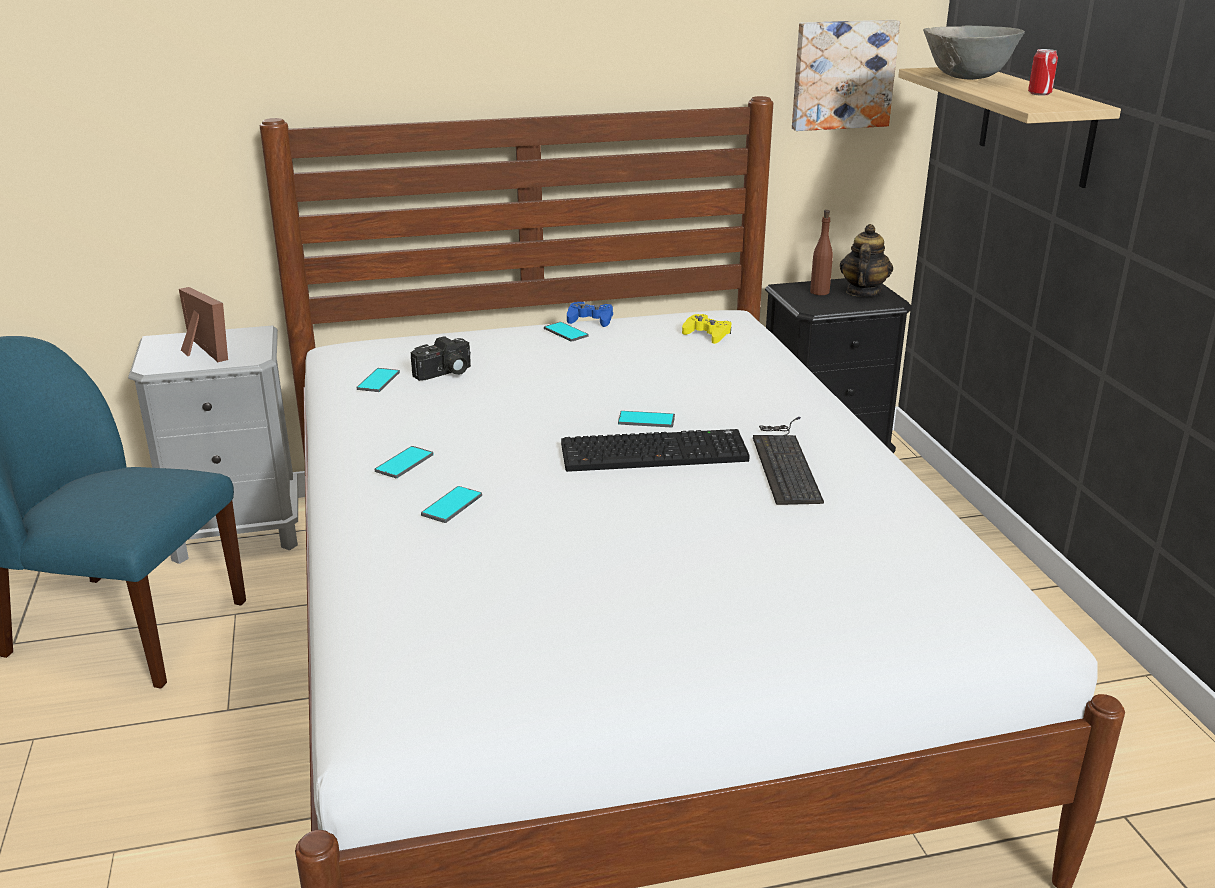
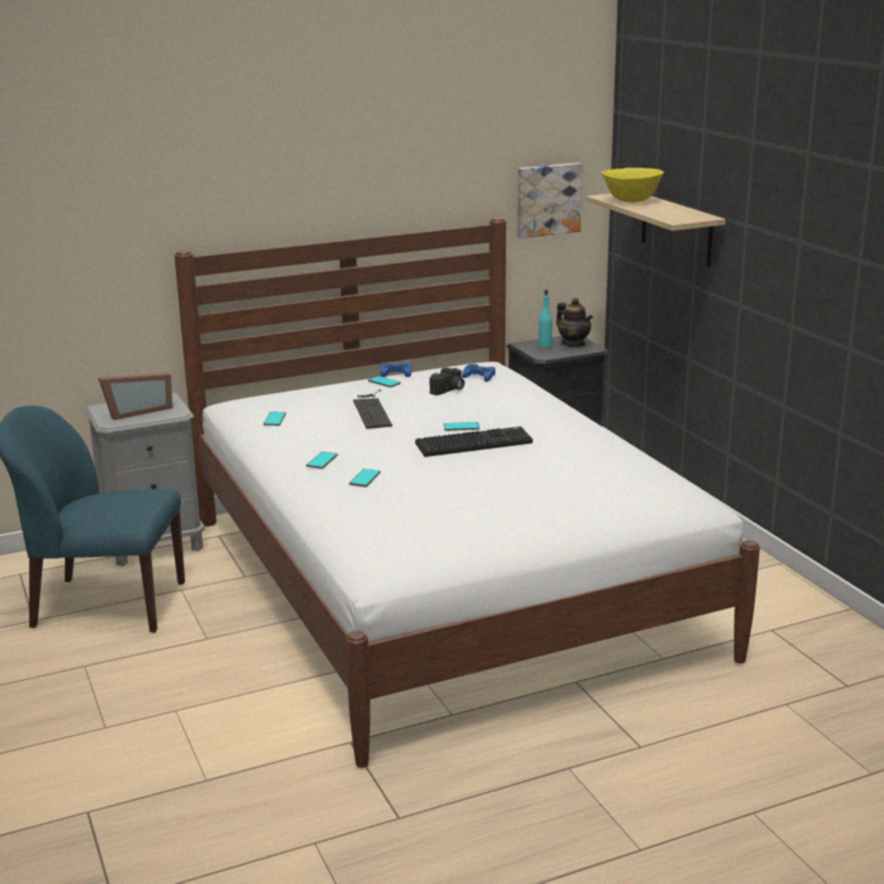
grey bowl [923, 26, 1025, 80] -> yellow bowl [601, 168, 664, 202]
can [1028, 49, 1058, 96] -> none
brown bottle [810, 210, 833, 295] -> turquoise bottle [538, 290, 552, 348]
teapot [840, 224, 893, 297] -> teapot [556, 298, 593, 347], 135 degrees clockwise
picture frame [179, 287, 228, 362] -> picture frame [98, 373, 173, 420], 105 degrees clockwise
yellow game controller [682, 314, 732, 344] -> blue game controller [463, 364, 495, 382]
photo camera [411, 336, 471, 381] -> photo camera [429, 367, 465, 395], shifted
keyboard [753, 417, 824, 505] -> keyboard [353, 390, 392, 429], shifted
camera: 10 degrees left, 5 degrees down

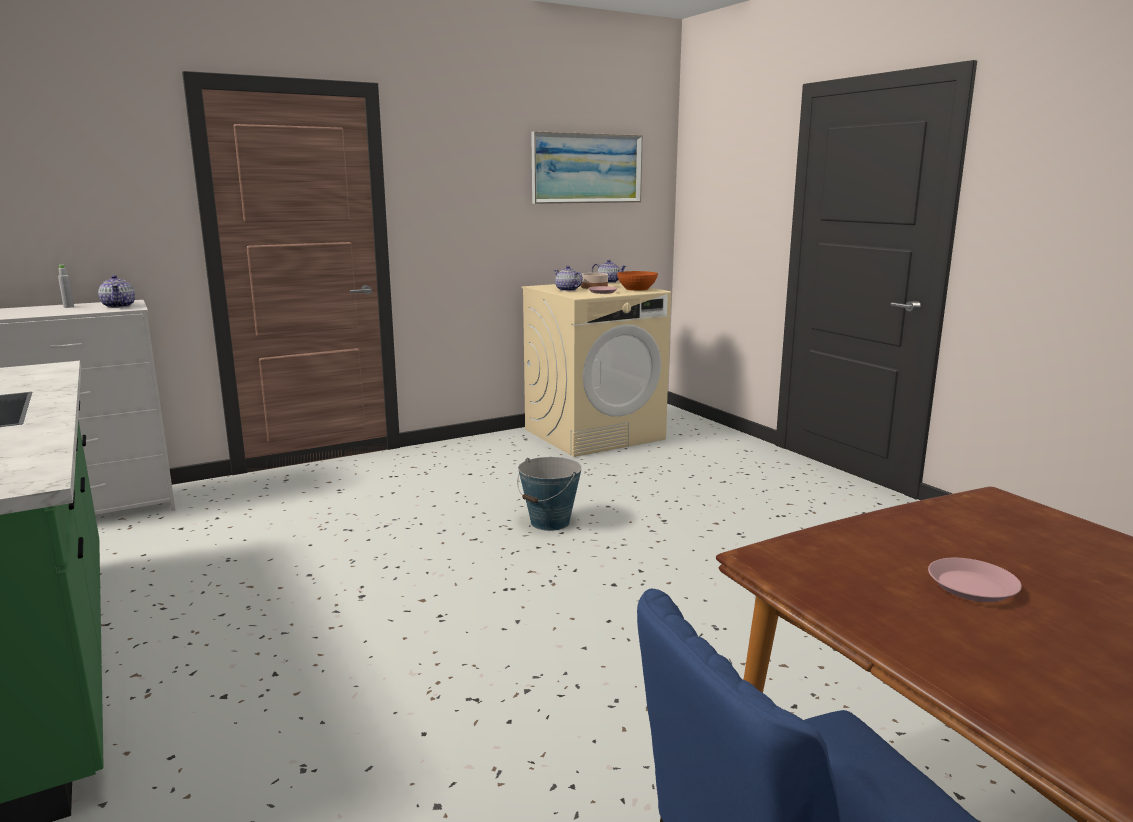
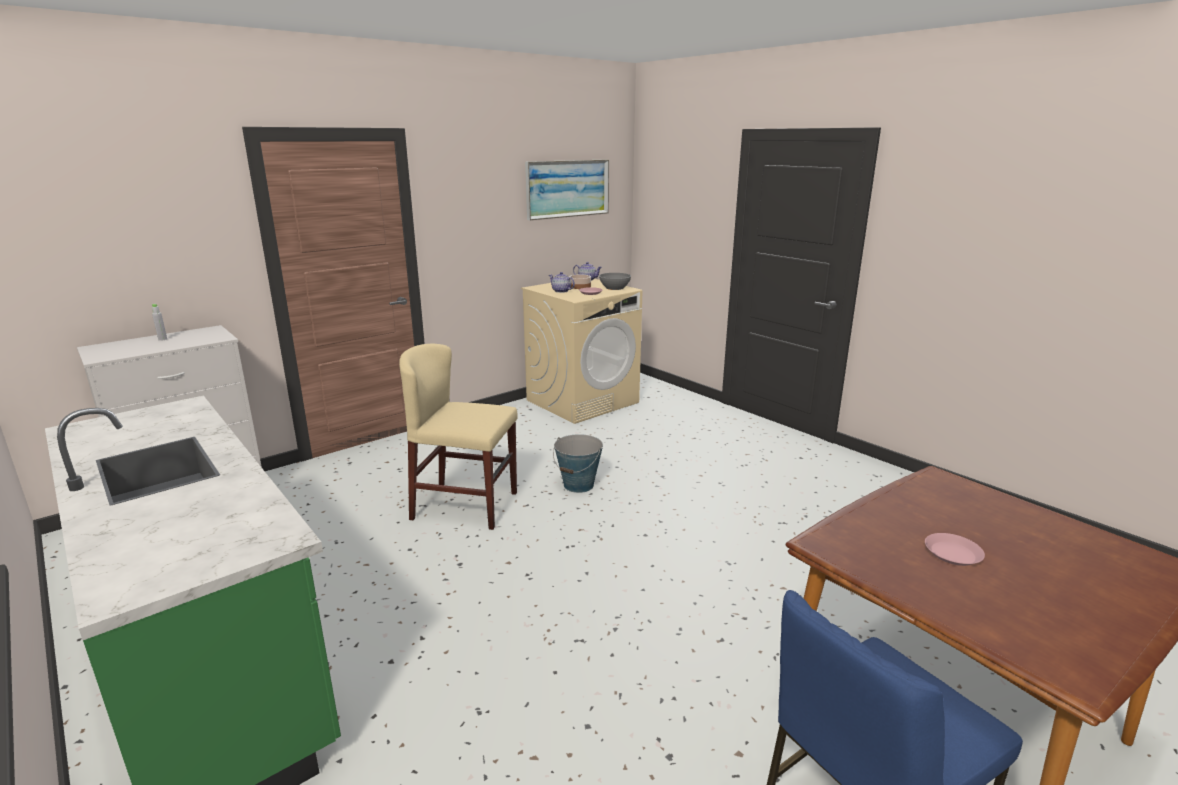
orange bowl [617, 271, 658, 291] -> grey bowl [599, 273, 631, 290]
teapot [98, 275, 135, 308] -> none
none -> beige chair [399, 343, 518, 530]
camera: 10 degrees left, 5 degrees up

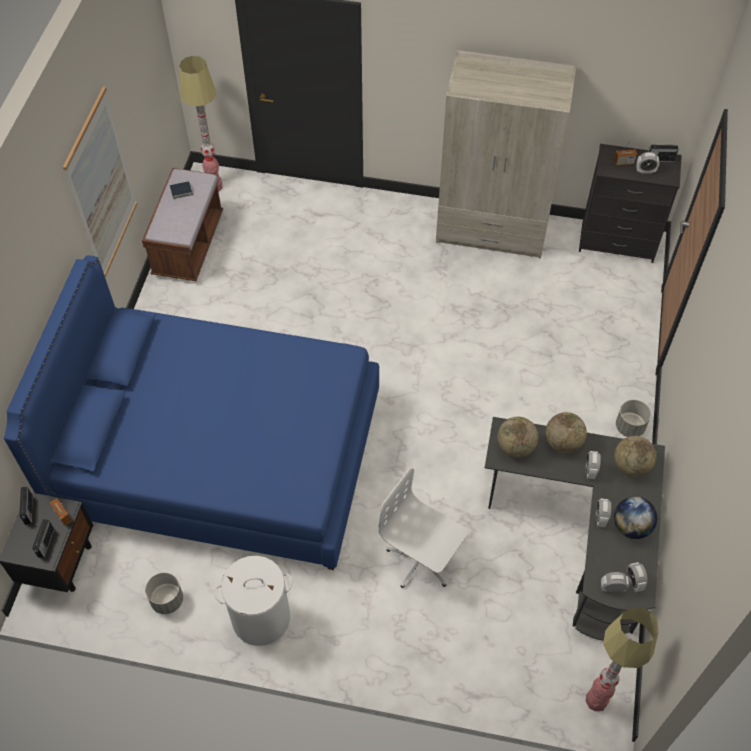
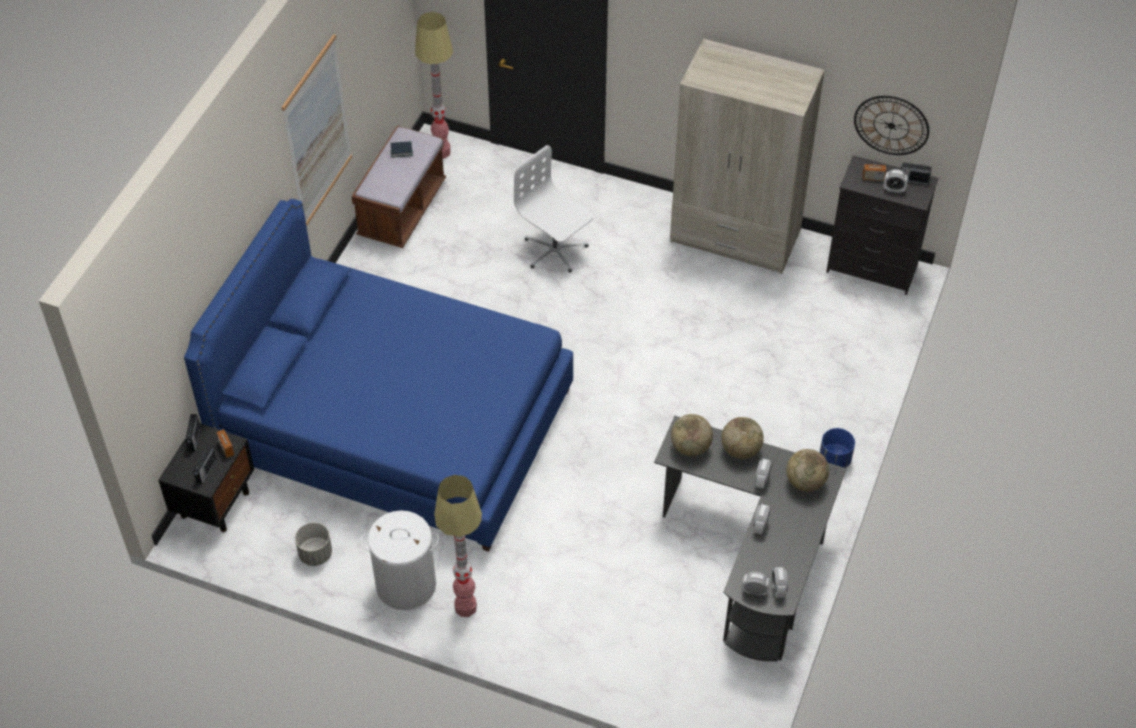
grey planter [616, 400, 651, 437] -> blue planter [820, 428, 855, 468]
white office chair [378, 468, 467, 588] -> white office chair [514, 145, 593, 273], shifted
globe [614, 496, 657, 539] -> none
floor lamp [586, 607, 658, 711] -> floor lamp [434, 475, 482, 617], shifted
none -> wall clock [854, 96, 929, 155]
camera: 10 degrees right, 5 degrees down

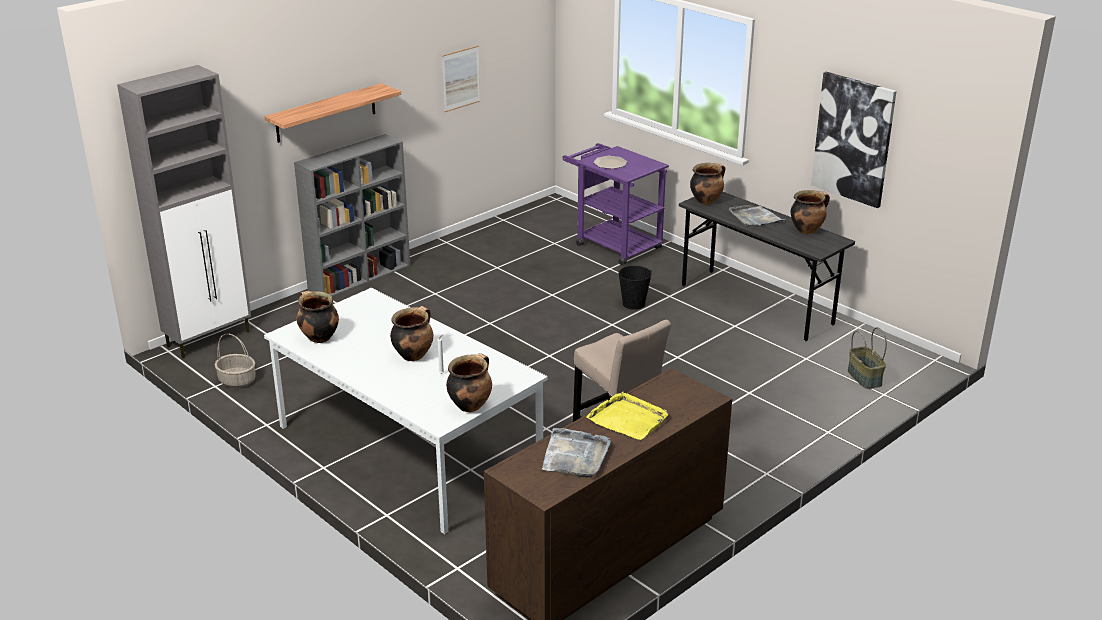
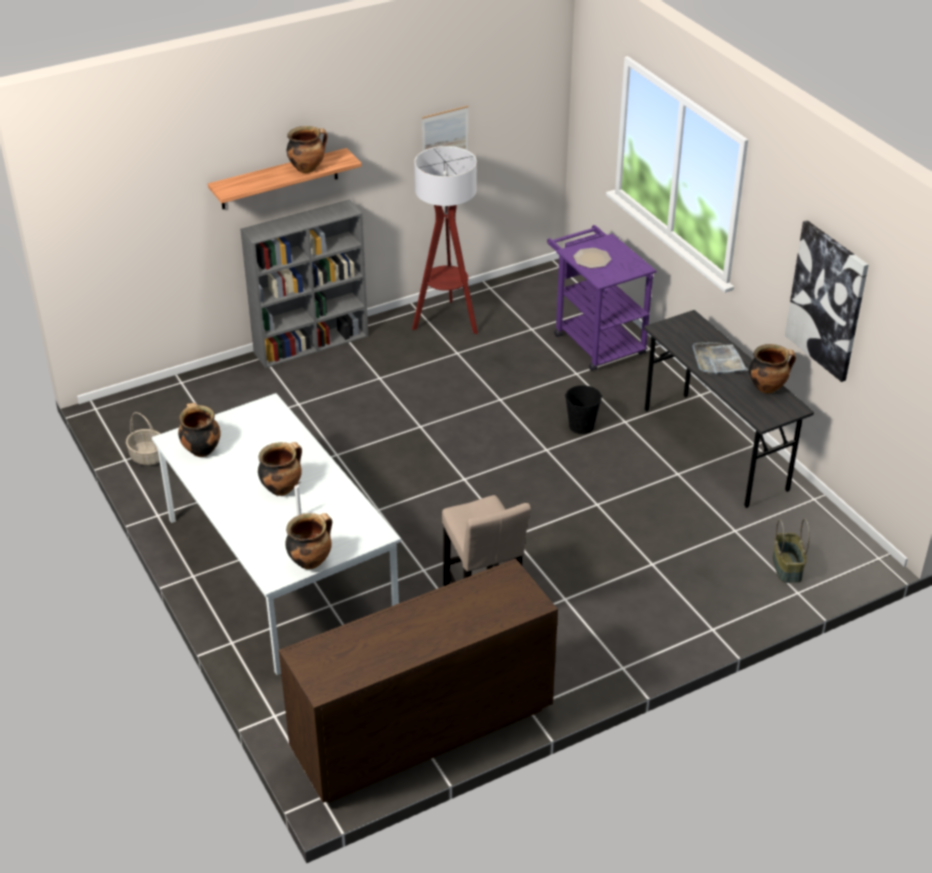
grey cabinet [117, 65, 251, 358] -> none
cooking pot [690, 163, 725, 205] -> cooking pot [287, 126, 327, 173], shifted
yellow tray [586, 392, 669, 440] -> none
grey tray [542, 428, 611, 477] -> none
none -> floor lamp [412, 146, 478, 334]
camera: 15 degrees right, 10 degrees up

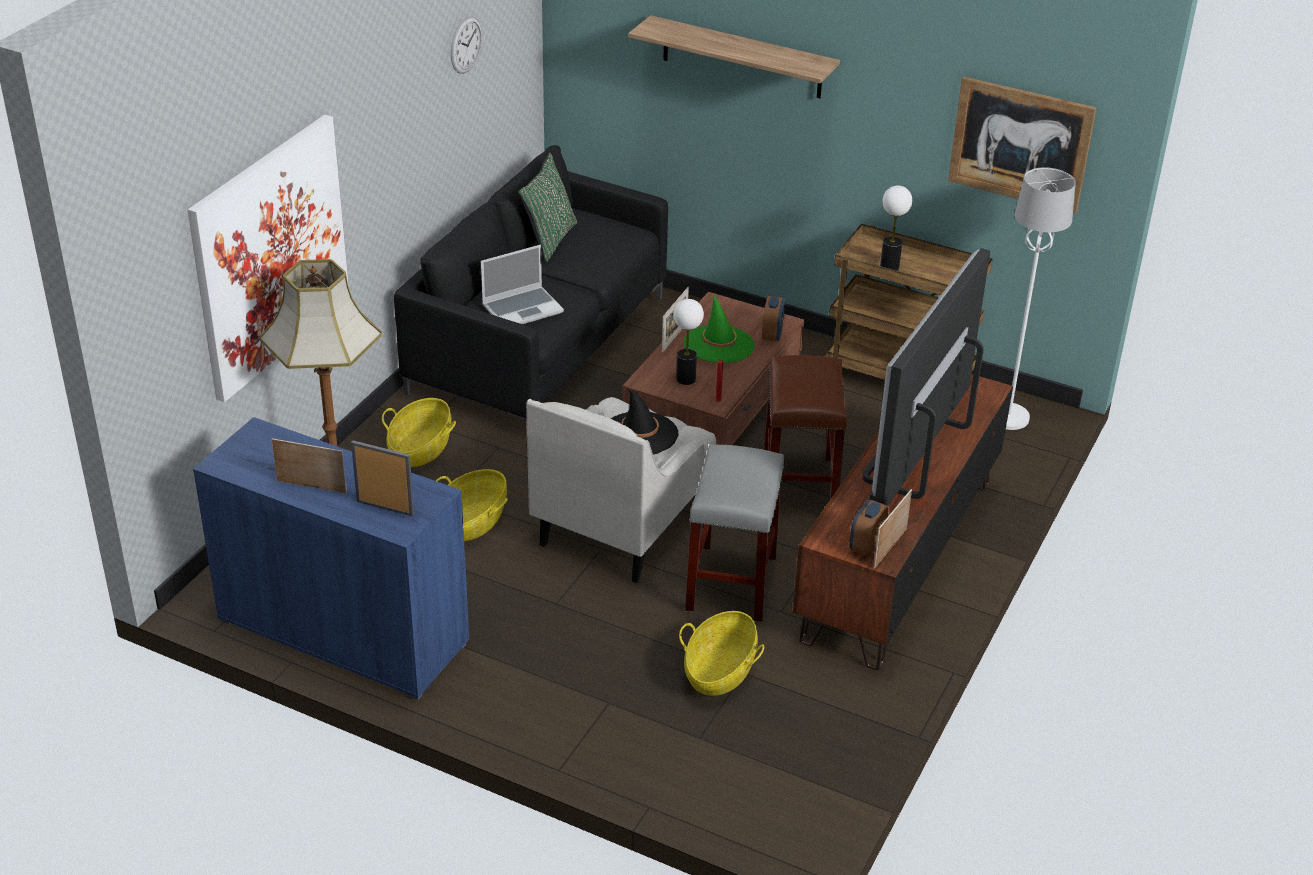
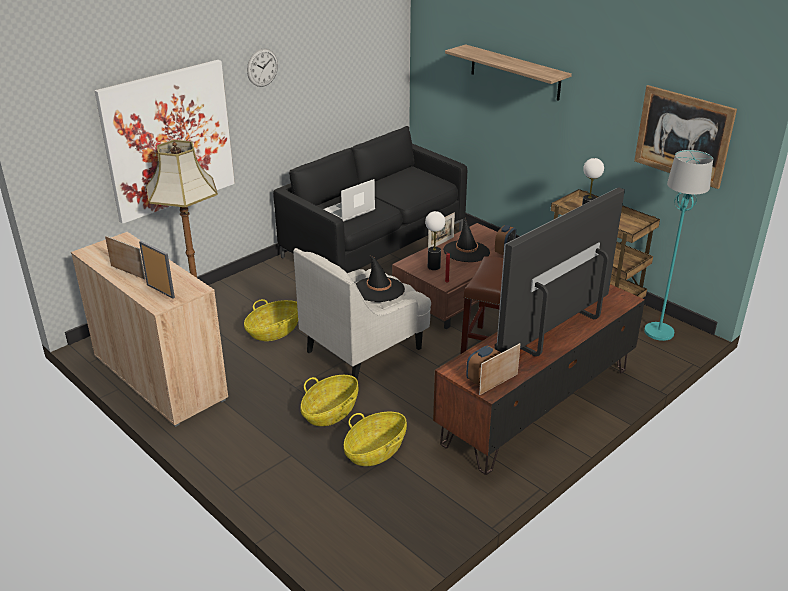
wall clock [451, 16, 482, 74] -> wall clock [247, 49, 278, 87], shifted
green pillow [519, 153, 577, 262] -> none
white floor lamp [1006, 167, 1076, 430] -> turquoise floor lamp [644, 150, 713, 341]
laptop [481, 245, 564, 324] -> laptop [324, 179, 375, 222], 150 degrees clockwise
green hat [684, 294, 755, 363] -> black hat [443, 217, 490, 262]
basket [382, 398, 456, 467] -> basket [300, 375, 358, 426], shifted
blue cabinet [193, 417, 469, 700] -> beige cabinet [71, 232, 228, 427]
grey stool [685, 444, 784, 623] -> none
camera: 20 degrees right, 5 degrees down

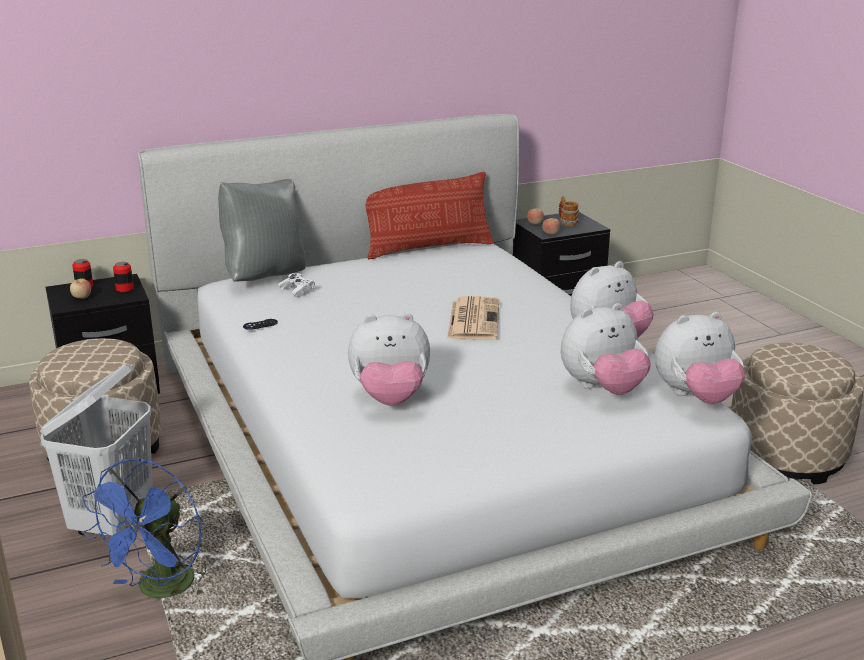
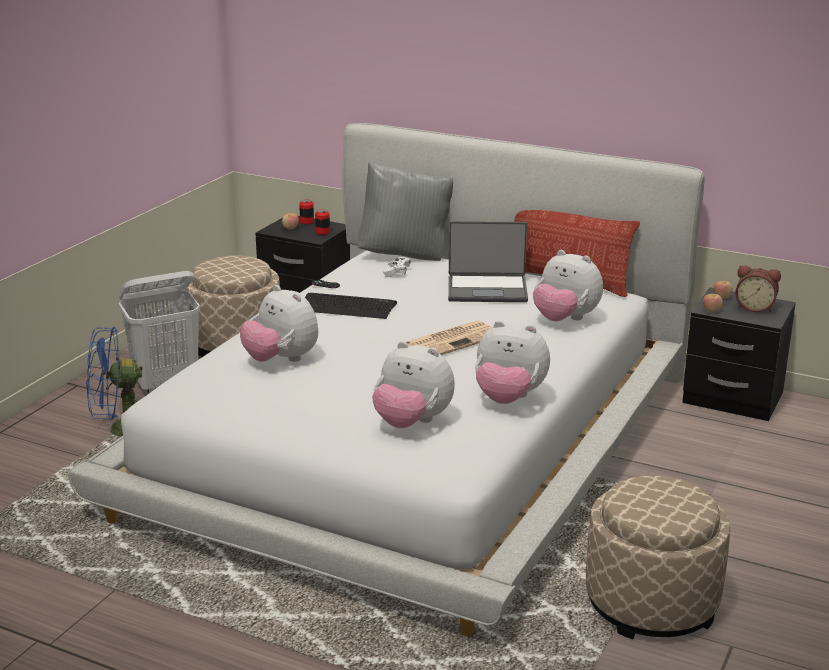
mug [559, 196, 579, 226] -> alarm clock [735, 265, 781, 312]
plush toy [655, 312, 745, 404] -> plush toy [533, 250, 603, 321], shifted
none -> laptop [448, 221, 528, 302]
none -> keyboard [305, 293, 397, 319]
camera: 50 degrees right, 0 degrees up

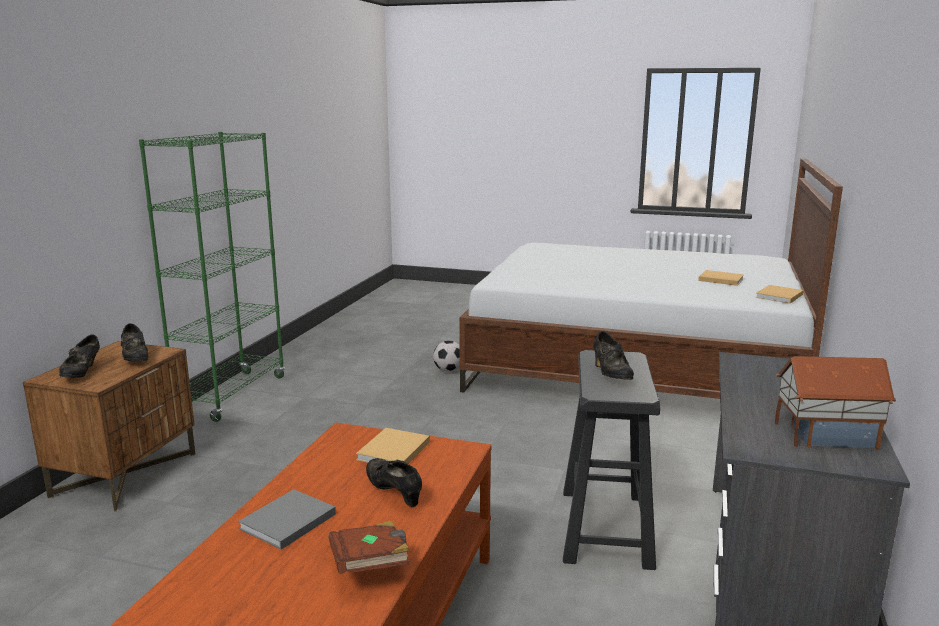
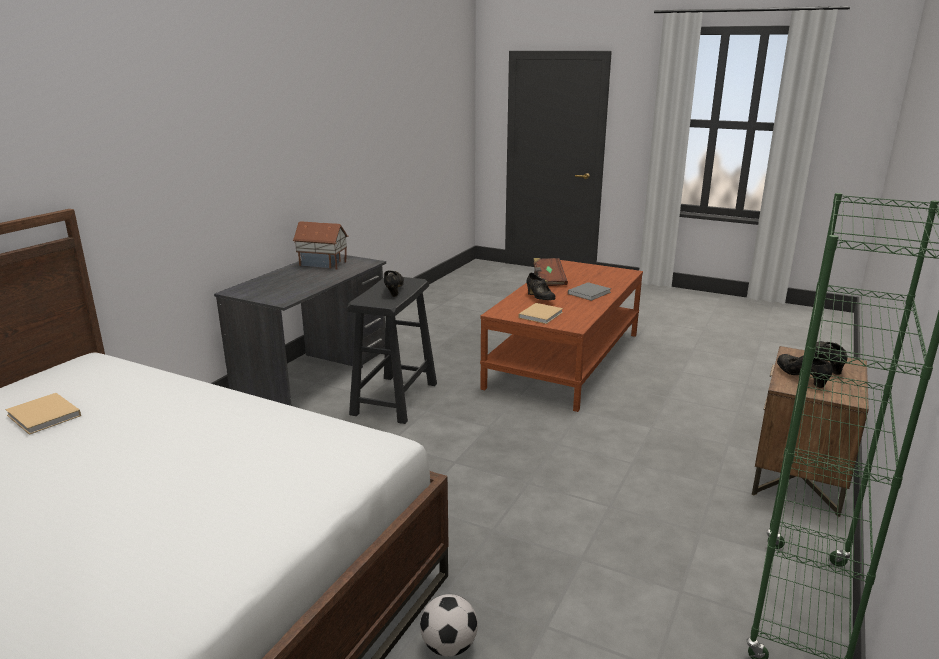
beige book [755, 285, 803, 304] -> none
camera: 170 degrees left, 5 degrees up

